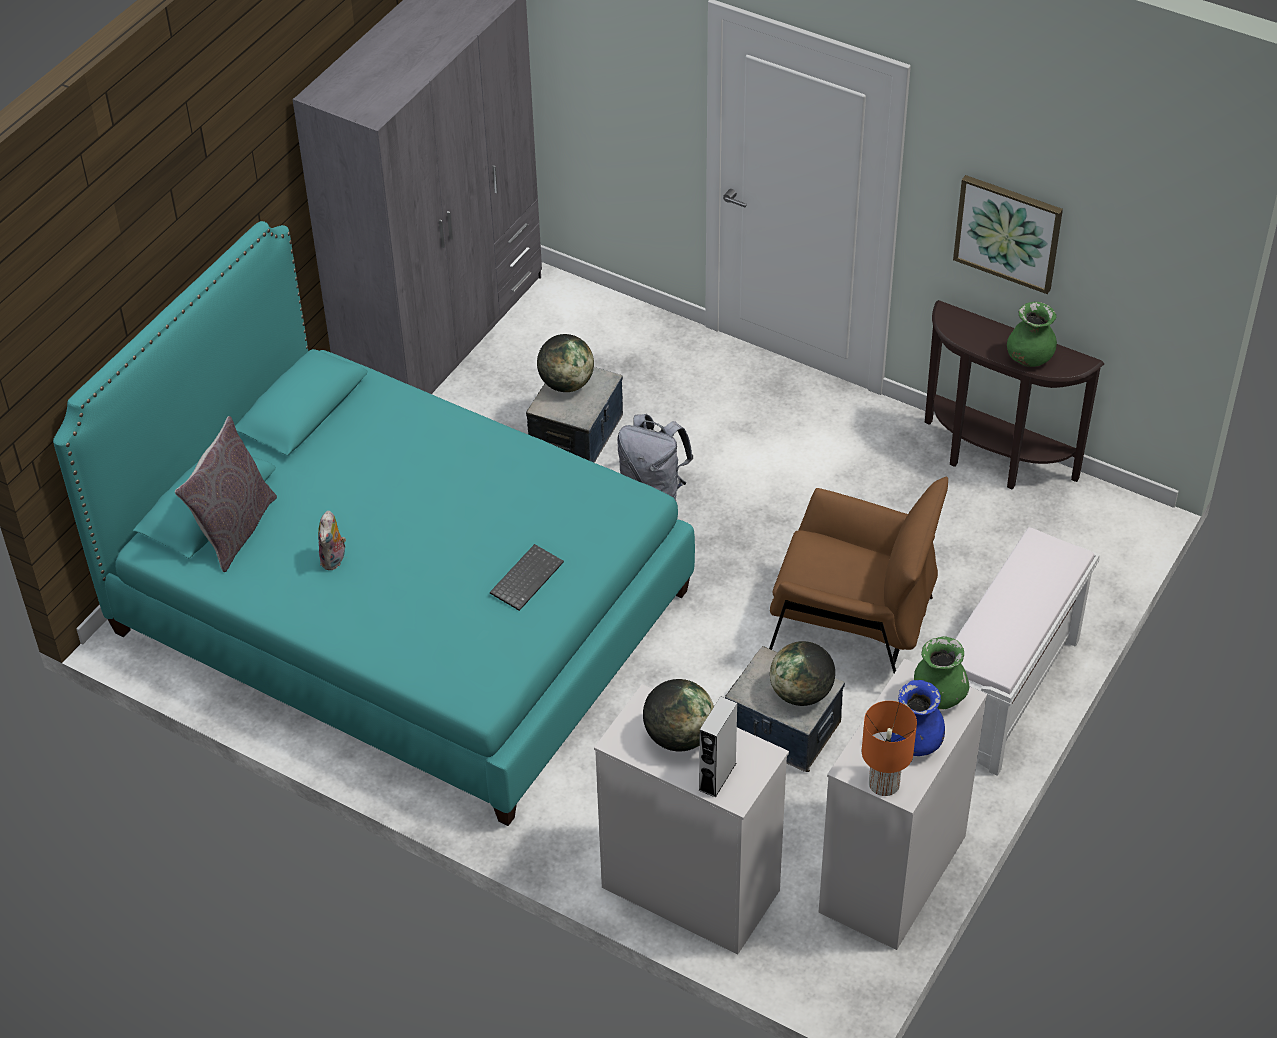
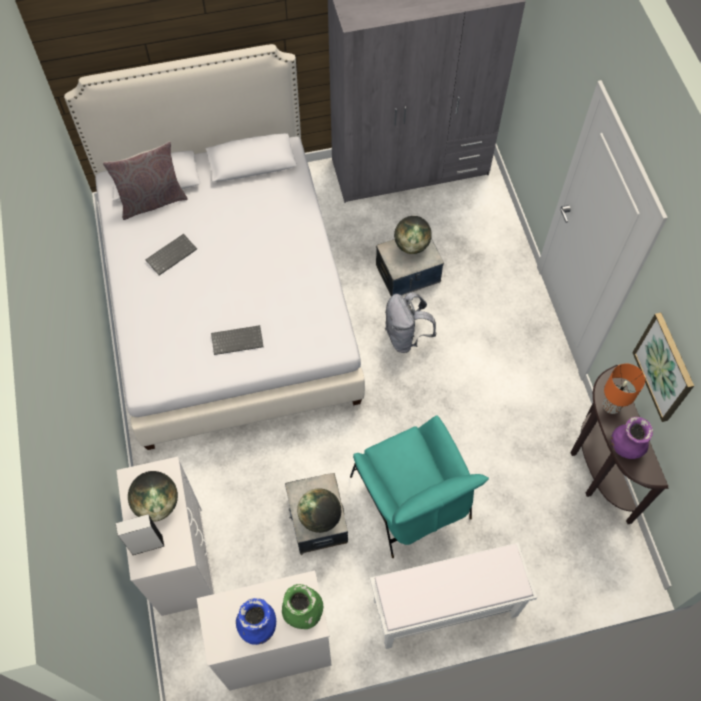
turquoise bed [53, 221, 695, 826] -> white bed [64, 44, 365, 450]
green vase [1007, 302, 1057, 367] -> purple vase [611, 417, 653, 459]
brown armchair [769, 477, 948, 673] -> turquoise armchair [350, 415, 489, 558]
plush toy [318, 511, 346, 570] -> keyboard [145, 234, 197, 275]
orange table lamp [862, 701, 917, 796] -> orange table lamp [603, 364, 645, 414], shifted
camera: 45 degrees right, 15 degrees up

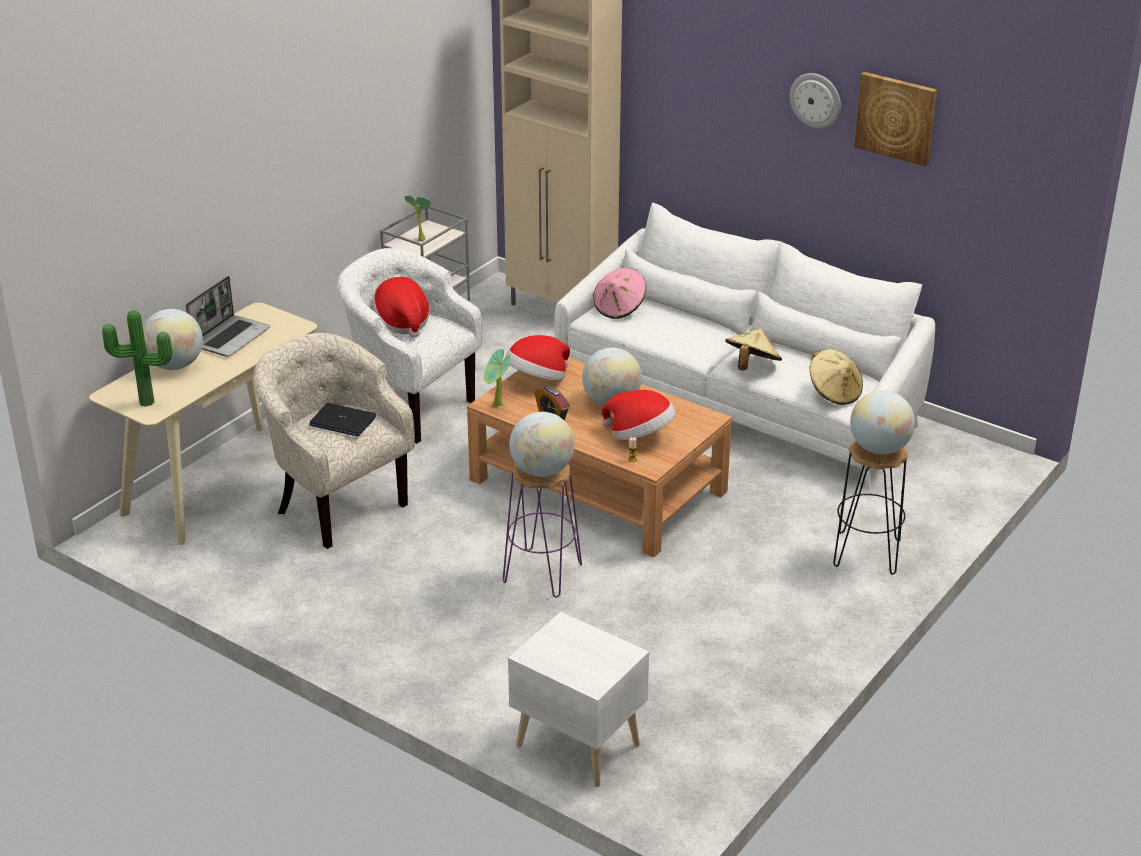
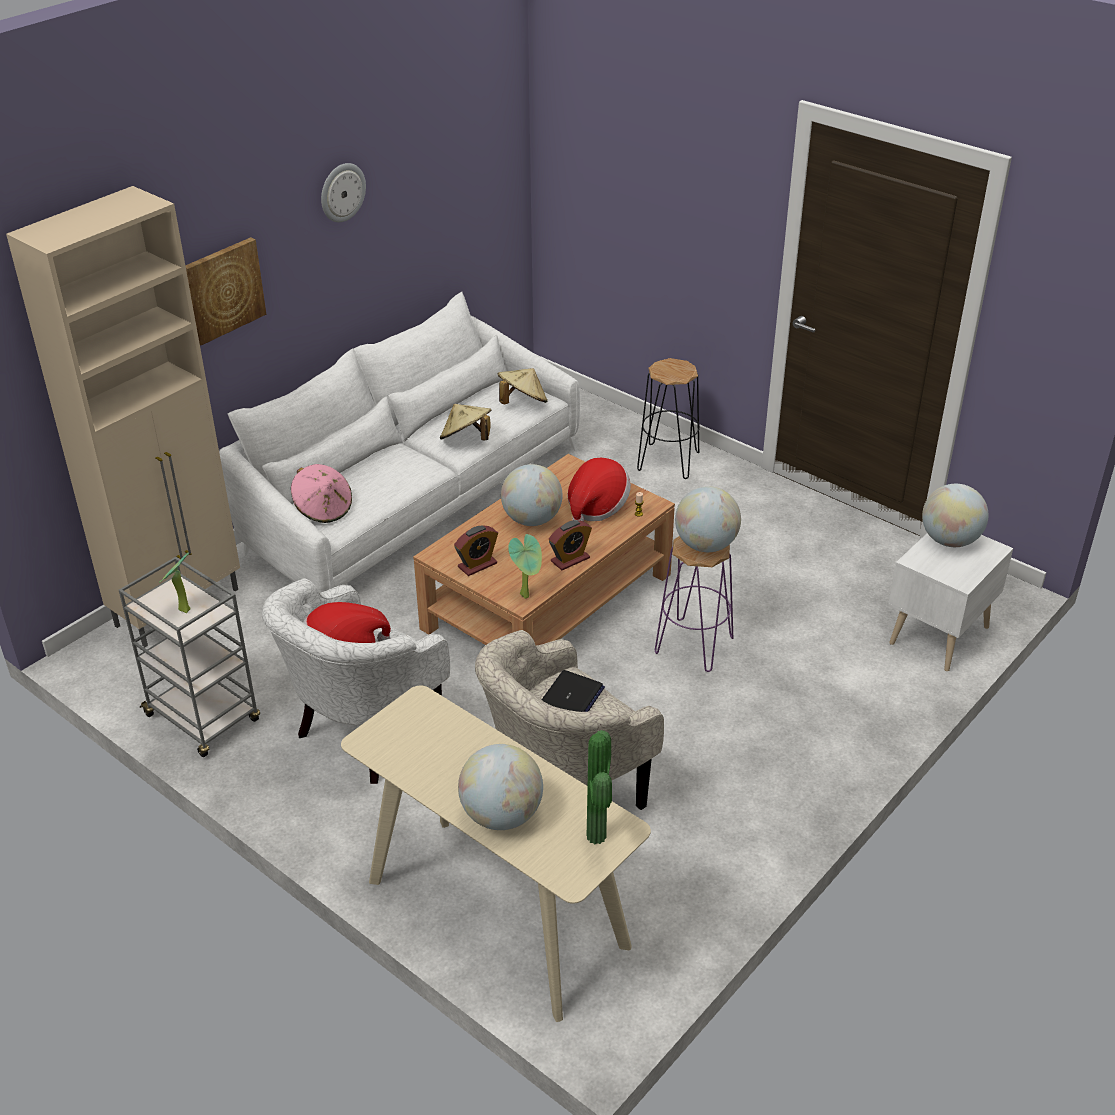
picture [854, 72, 937, 166] -> picture [185, 237, 266, 345], shifted
laptop [186, 276, 271, 357] -> none
hat [505, 335, 570, 381] -> alarm clock [454, 526, 498, 576]
globe [850, 390, 915, 454] -> globe [922, 484, 988, 547], shifted
camera: 85 degrees left, 5 degrees up

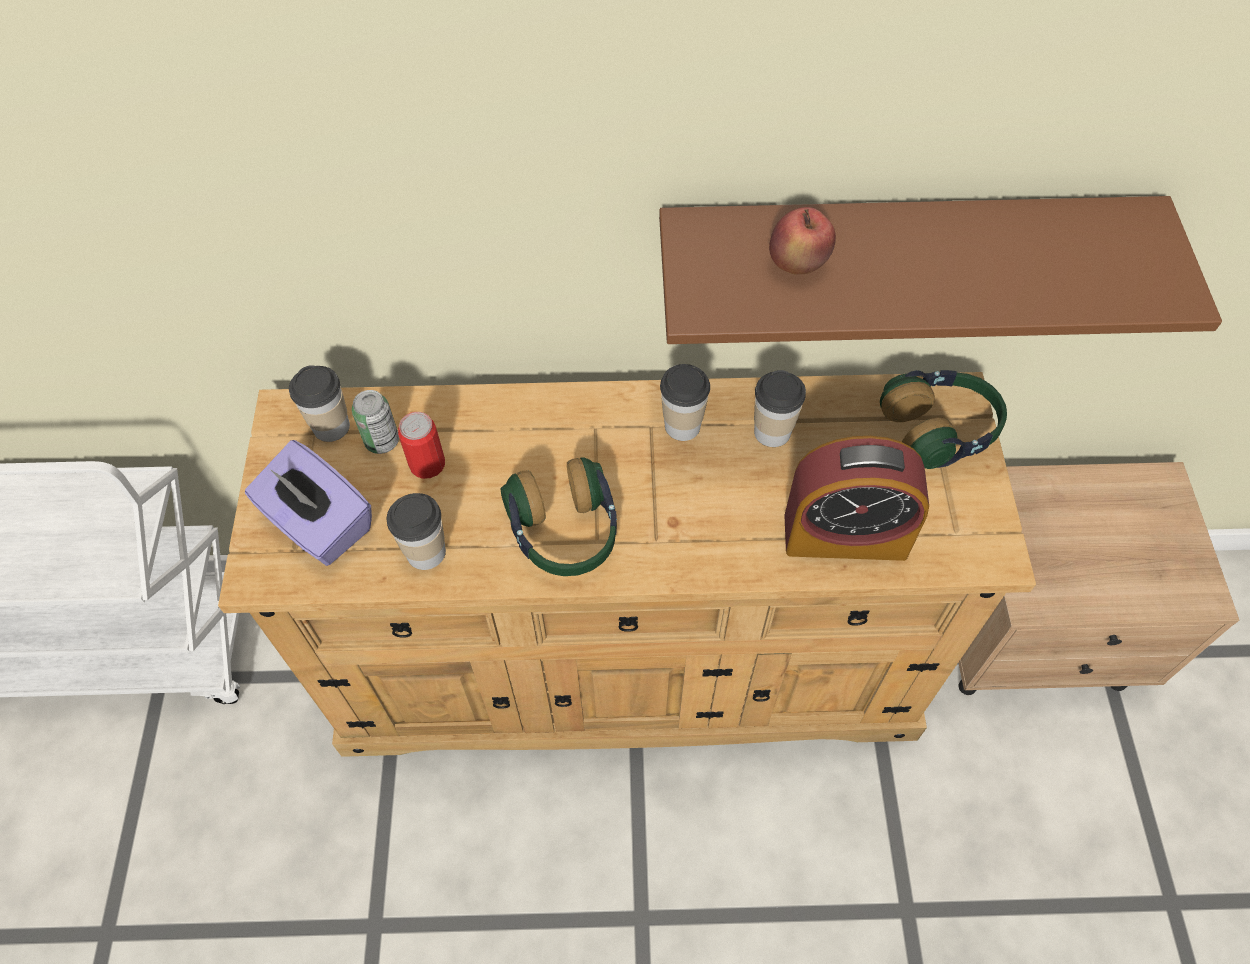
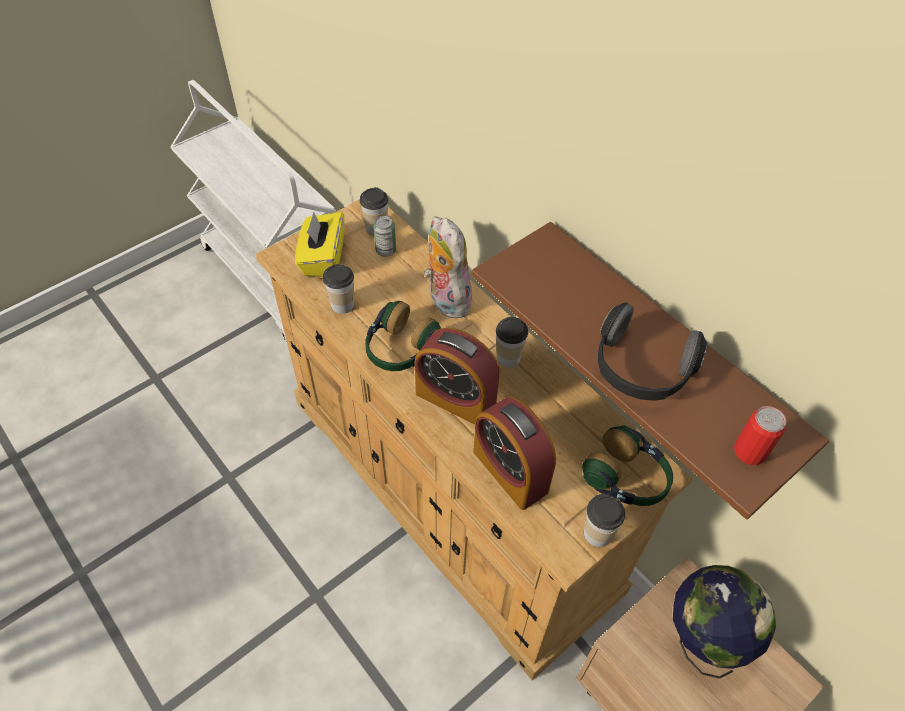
apple [769, 207, 836, 274] -> none
cup [754, 370, 806, 447] -> cup [584, 494, 625, 547], shifted
can [398, 412, 445, 479] -> can [734, 406, 786, 465], shifted
purple tissue box [245, 440, 372, 566] -> yellow tissue box [295, 211, 344, 277]
none -> plush toy [424, 216, 472, 318]
none -> headphones [598, 302, 707, 401]
none -> alarm clock [415, 328, 500, 425]
none -> globe [673, 565, 776, 679]
camera: 50 degrees right, 5 degrees down

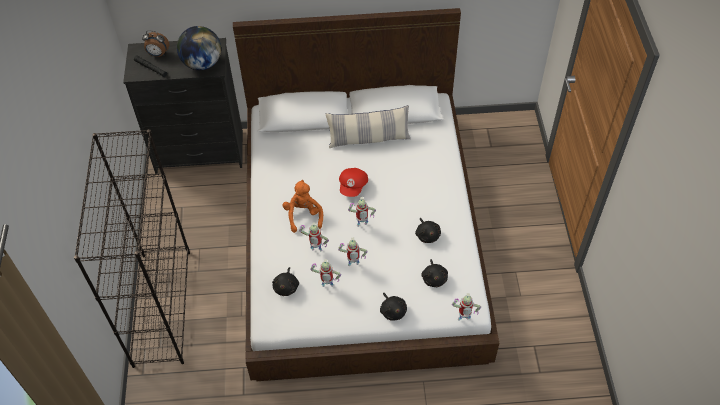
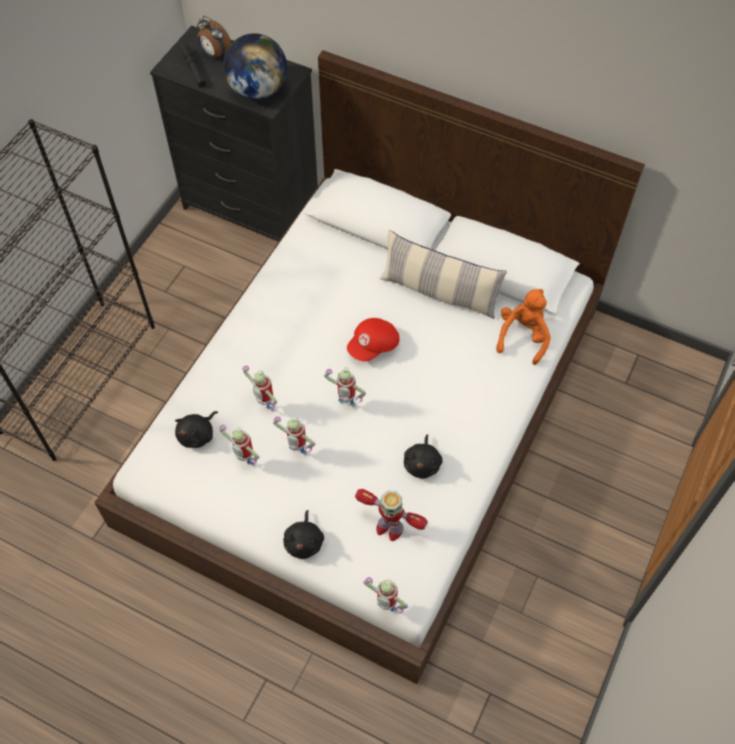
orange plush toy [283, 180, 323, 233] -> orange plush toy [496, 289, 551, 365], shifted
black plush toy [421, 259, 448, 287] -> toy robot [355, 489, 428, 541]
camera: 30 degrees right, 5 degrees up

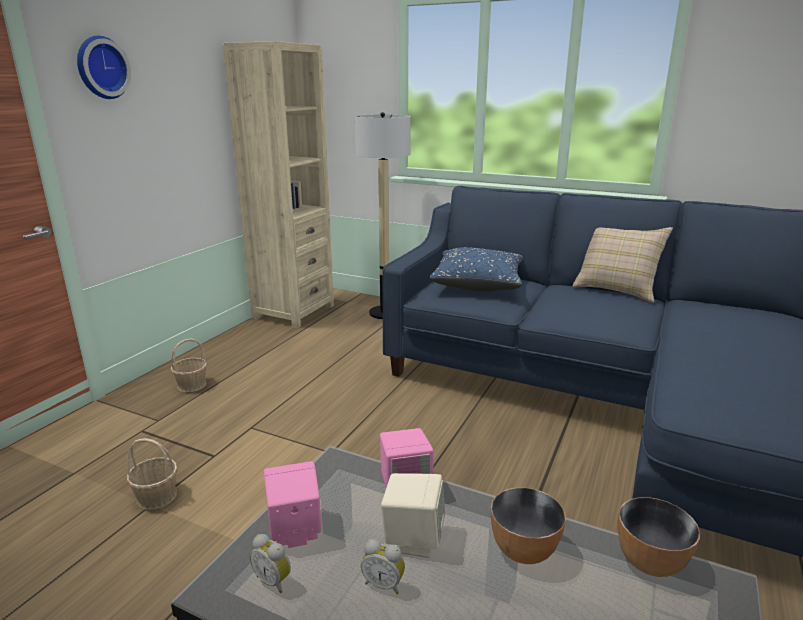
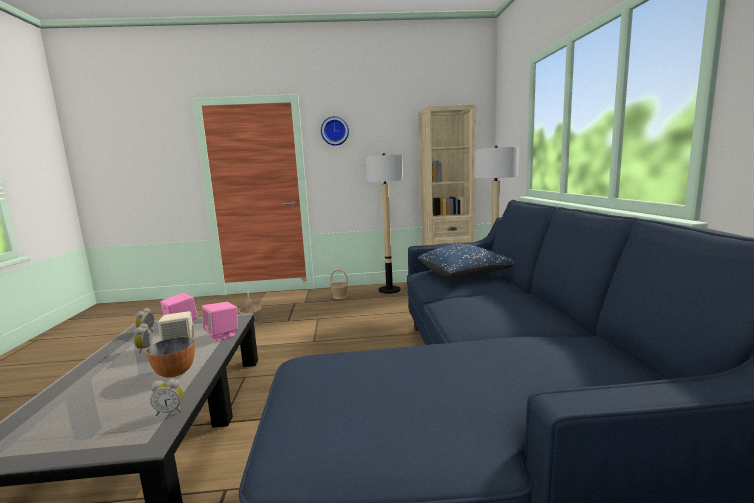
beige pillow [572, 227, 673, 303] -> none
bowl [618, 497, 700, 577] -> alarm clock [150, 379, 183, 416]
none -> floor lamp [365, 153, 403, 294]
camera: 60 degrees right, 10 degrees down

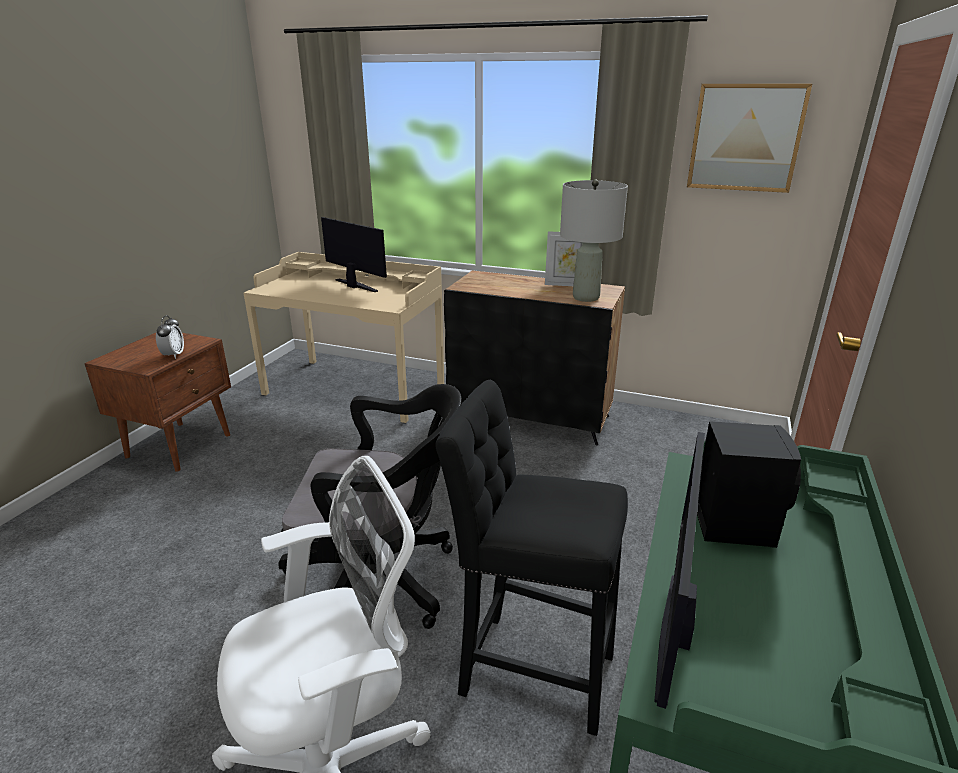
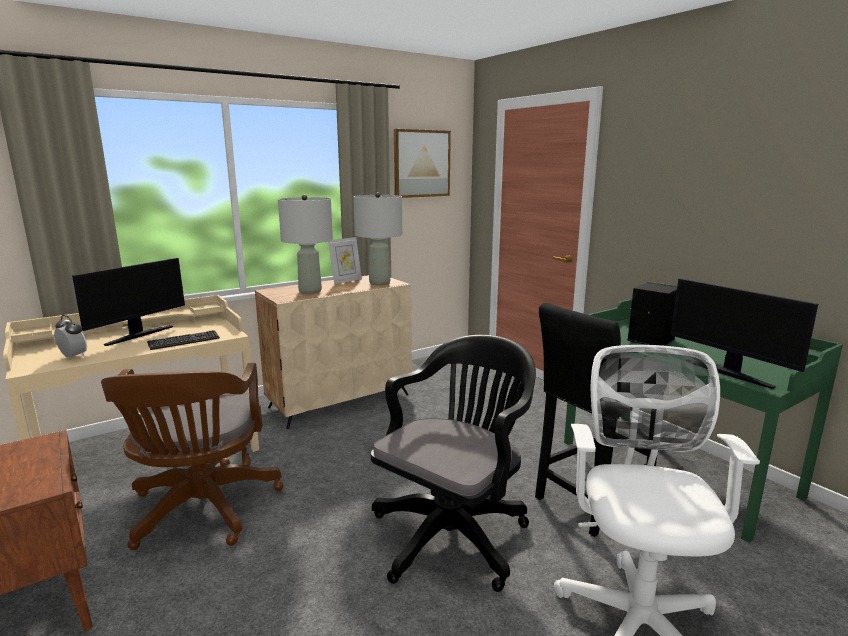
monitor [321, 217, 387, 292] -> monitor [72, 258, 185, 346], 135 degrees clockwise
black cabinet [444, 270, 625, 445] -> beige cabinet [255, 275, 412, 429]
alarm clock [156, 315, 184, 359] -> alarm clock [54, 315, 87, 358], shifted
none -> grey table lamp [278, 195, 333, 294]
none -> keyboard [147, 330, 220, 350]
none -> brown office chair [101, 363, 284, 550]
camera: 55 degrees left, 10 degrees down

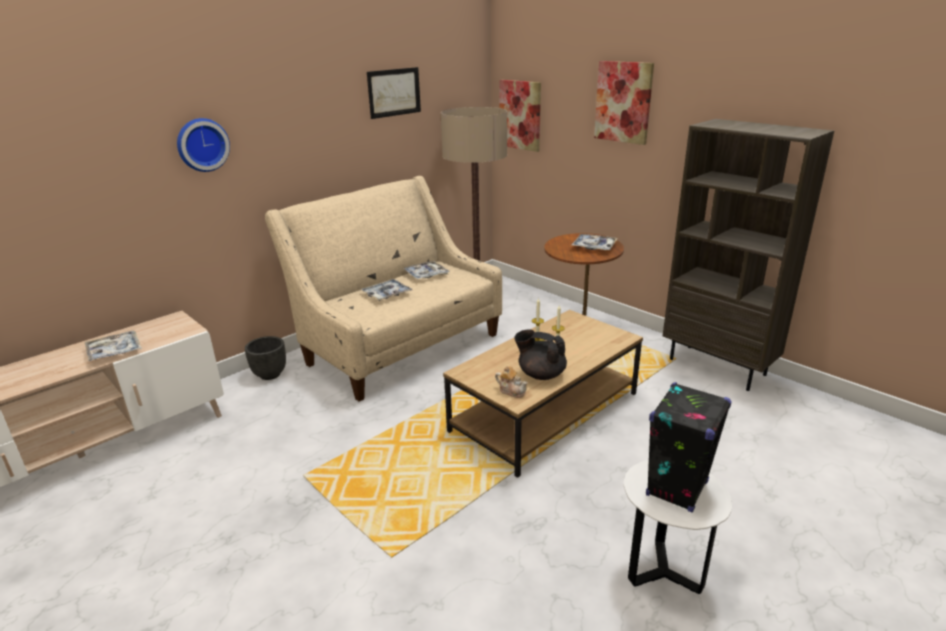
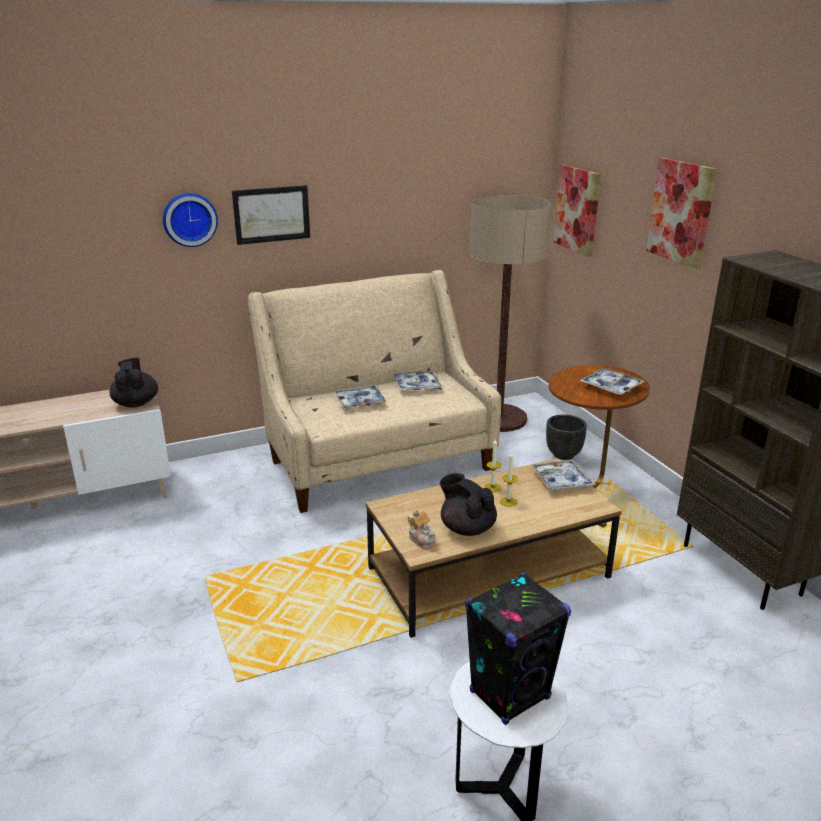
picture [367, 67, 421, 119] -> picture [232, 185, 310, 245], shifted
tray [85, 331, 142, 362] -> tray [530, 460, 596, 491], shifted
black planter [245, 336, 286, 380] -> black planter [546, 415, 587, 460], shifted
none -> black teapot [110, 358, 158, 407]
camera: 20 degrees right, 0 degrees up

